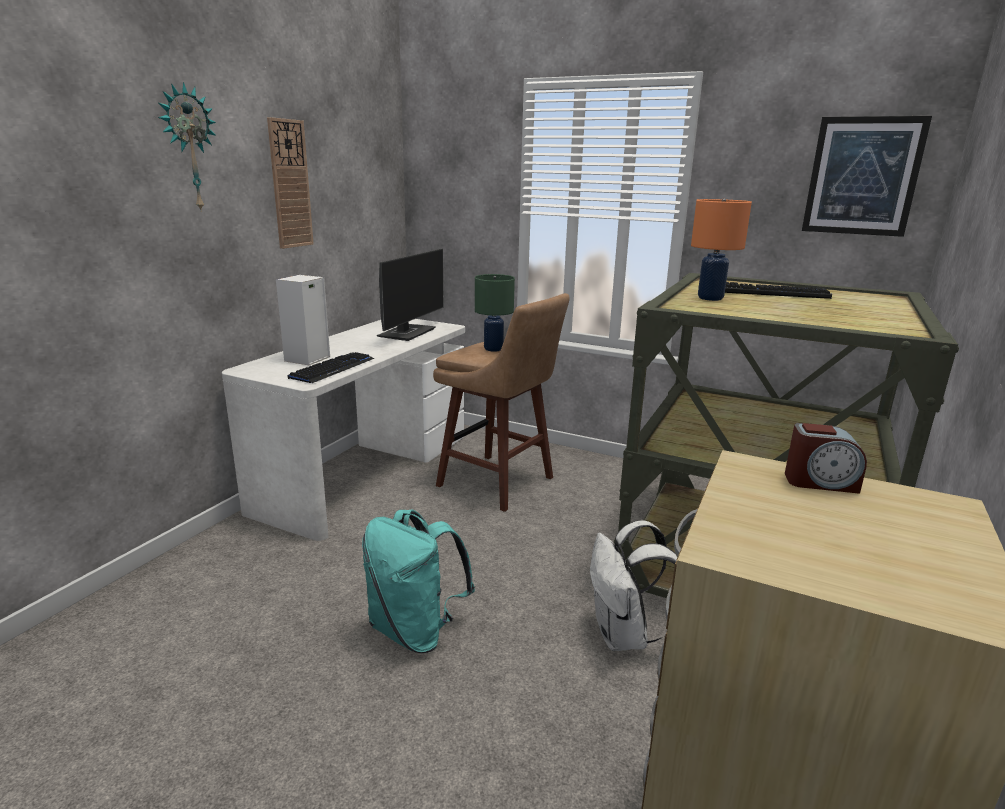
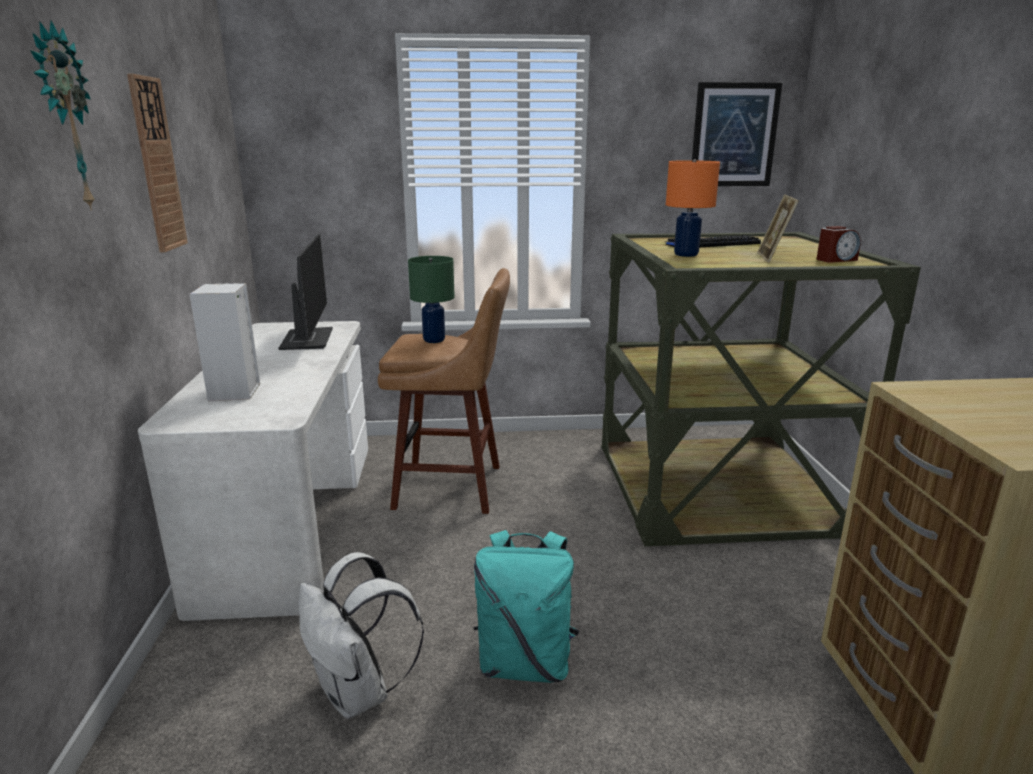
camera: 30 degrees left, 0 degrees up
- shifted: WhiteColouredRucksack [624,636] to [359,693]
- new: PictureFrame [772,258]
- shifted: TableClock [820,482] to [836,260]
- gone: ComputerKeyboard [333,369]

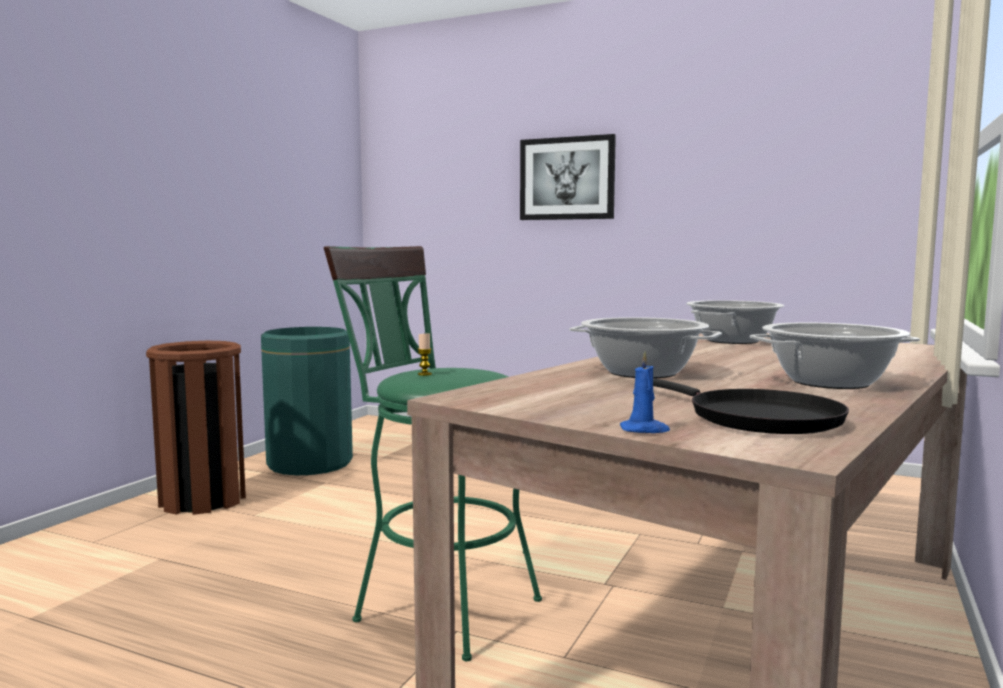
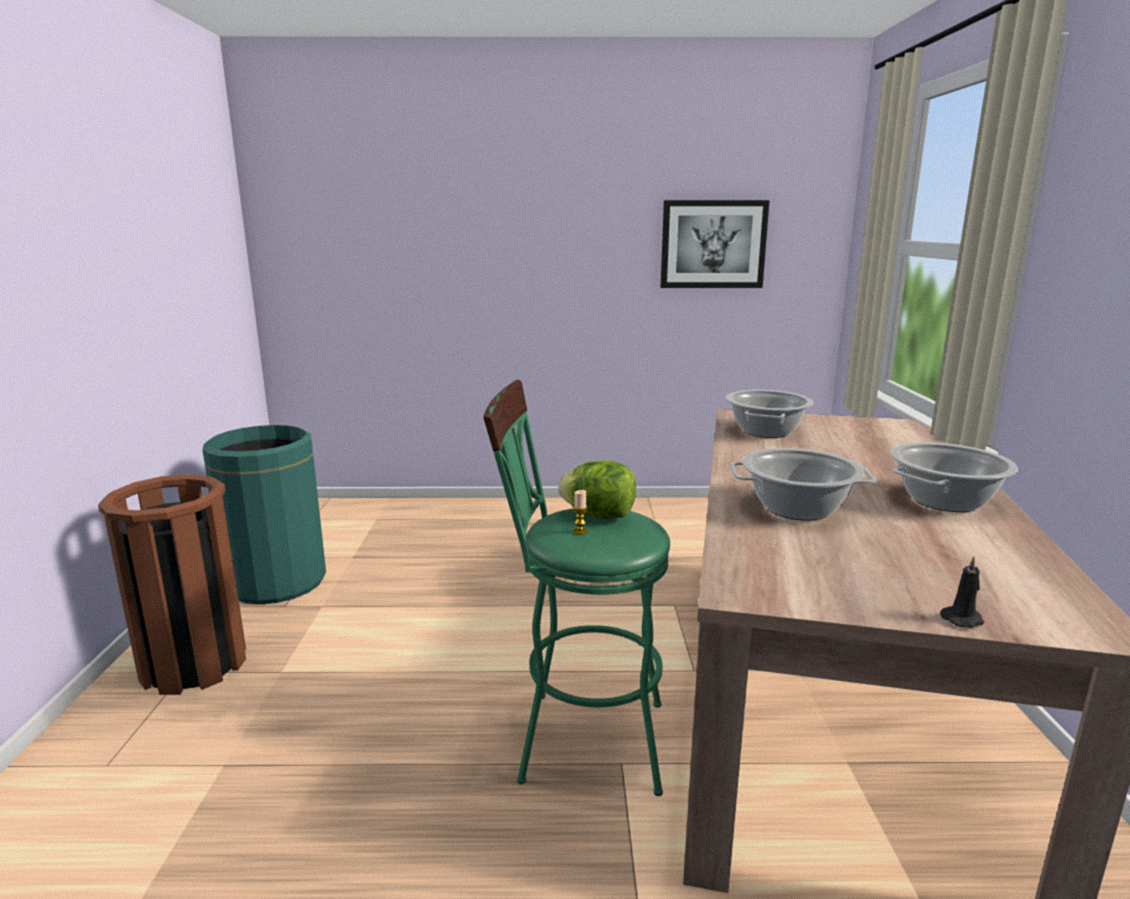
camera: 25 degrees left, 10 degrees up
- new: HeadOfLettuce [599,516]
- shifted: WallPicture [567,178] to [713,244]
- repainted: BlueColouredWaxCandle [645,430] to BlackishWaxCandle [963,619]
- gone: BlackishSkillet [755,418]

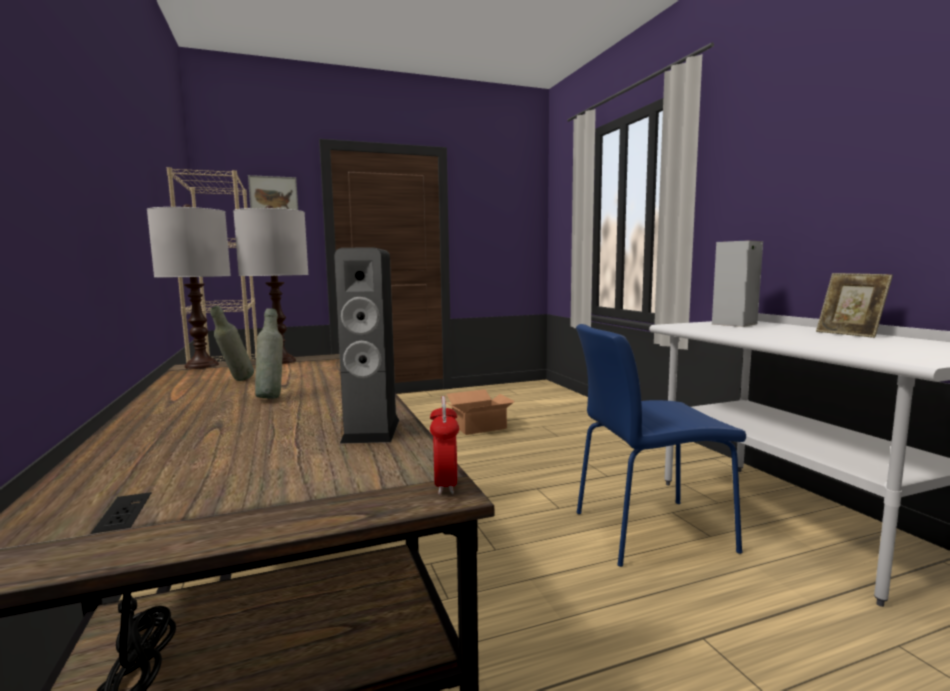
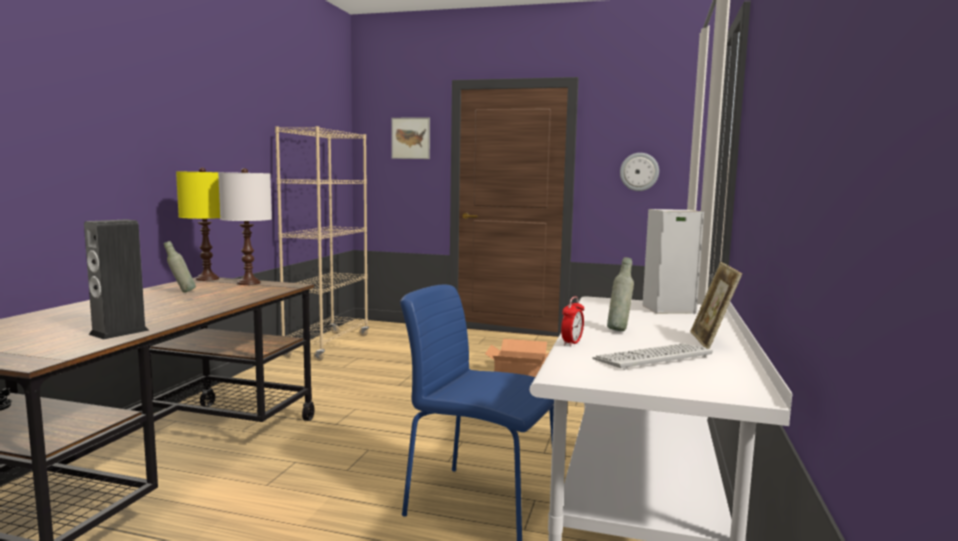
camera: 35 degrees right, 0 degrees up
- repainted: WhiteColouredTableLamp [202,365] to YellowishTableLamp [208,279]
- shifted: TableClock [445,485] to [572,343]
- new: ComputerKeyboard [653,357]
- shifted: GreyBeverageBottle [271,397] to [619,330]
- new: WallClock [639,172]

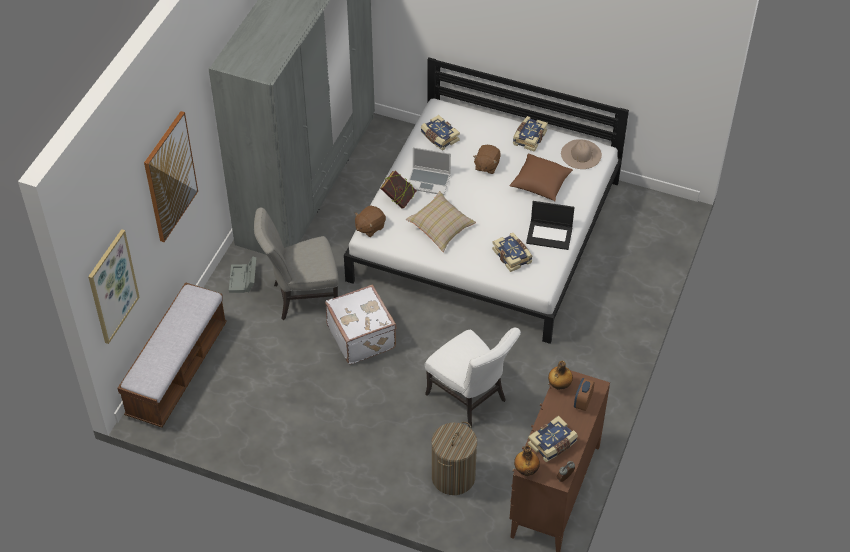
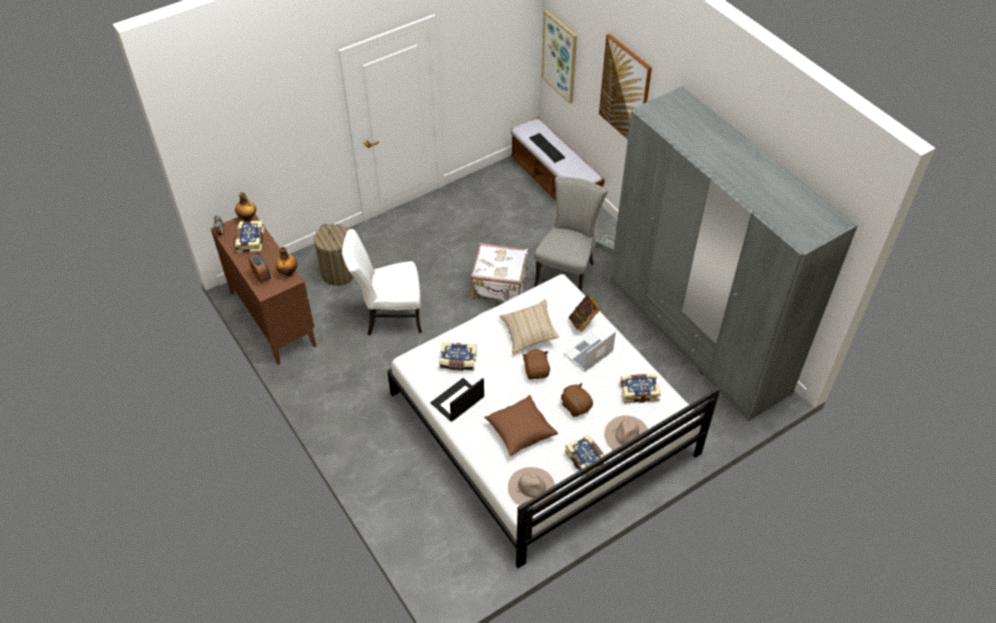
camera: 125 degrees right, 0 degrees up
- shifted: BrownishSoftToy [370,227] to [536,371]
- new: ComputerKeyboard [547,147]
- new: BeigeColouredWearableHat [627,435]

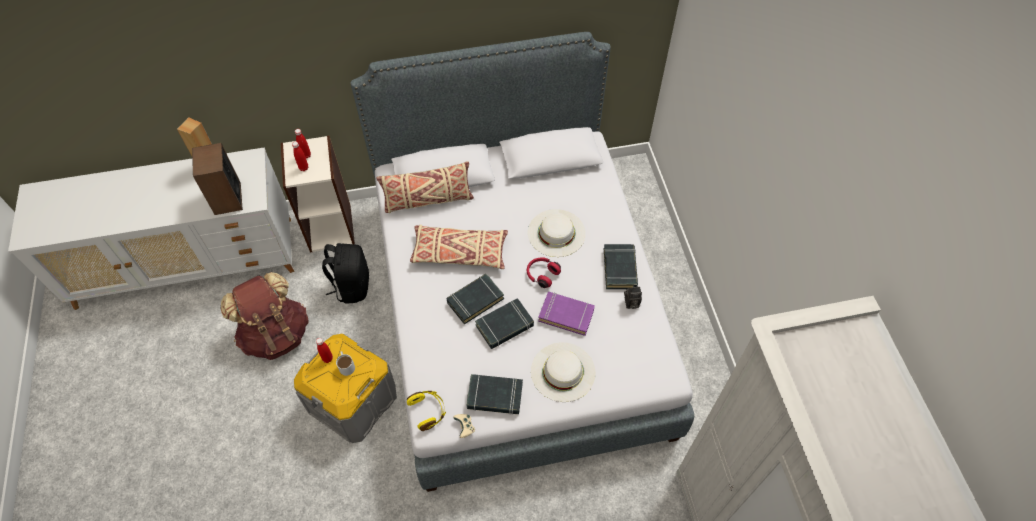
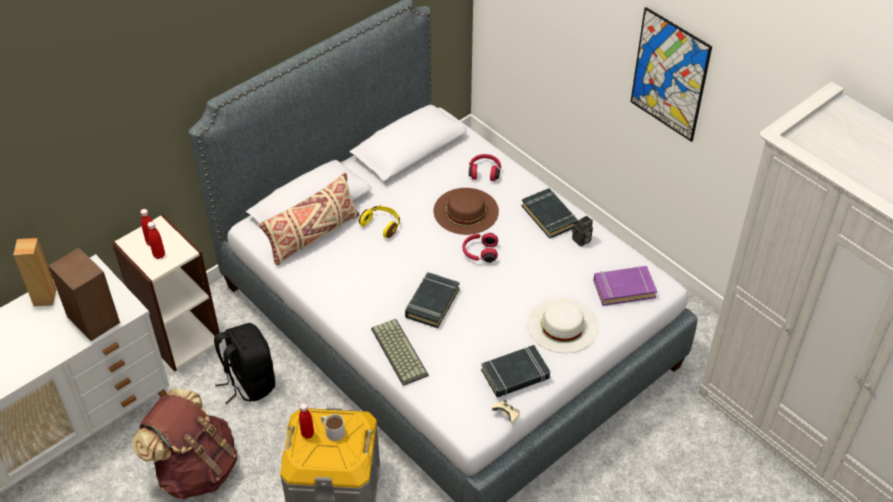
camera: 30 degrees left, 10 degrees down
- shifted: YellowishHeadset [428,411] to [382,225]
- new: ComputerKeyboard [397,352]
- repainted: WhiteColouredWearableHat [556,232] to BrownishWearableHat [466,211]
- new: RedColouredHeadset [484,172]
- shifted: PurpleColouredVolume [566,315] to [624,288]
- new: WallPicture [669,75]
- gone: BeigeColouredCushion [459,253]
- gone: BlackishVolume [505,326]

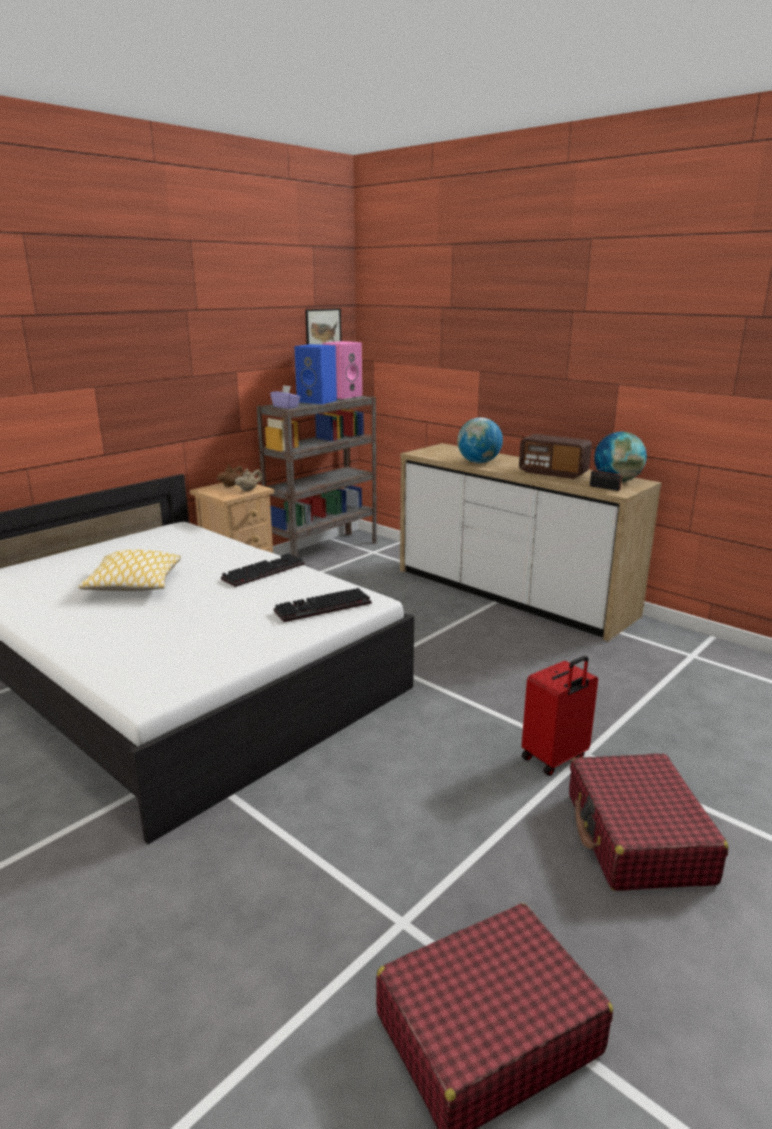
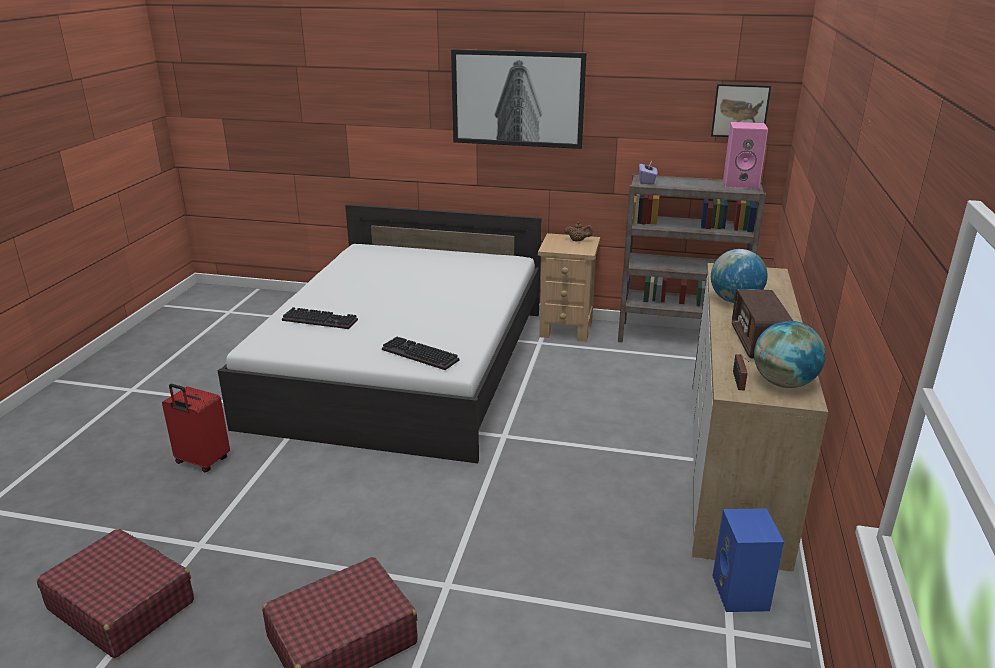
camera: 60 degrees right, 5 degrees up
- shifted: RedColouredSuitcase [555,758] to [201,462]
- shifted: ComputerKeyboard [264,571] to [321,320]
- new: WallPicture [517,99]
- shifted: BlueColouredSpeaker [318,401] to [742,594]
- gone: Cushion [134,584]
- gone: BeigeColouredPotForTea [249,490]

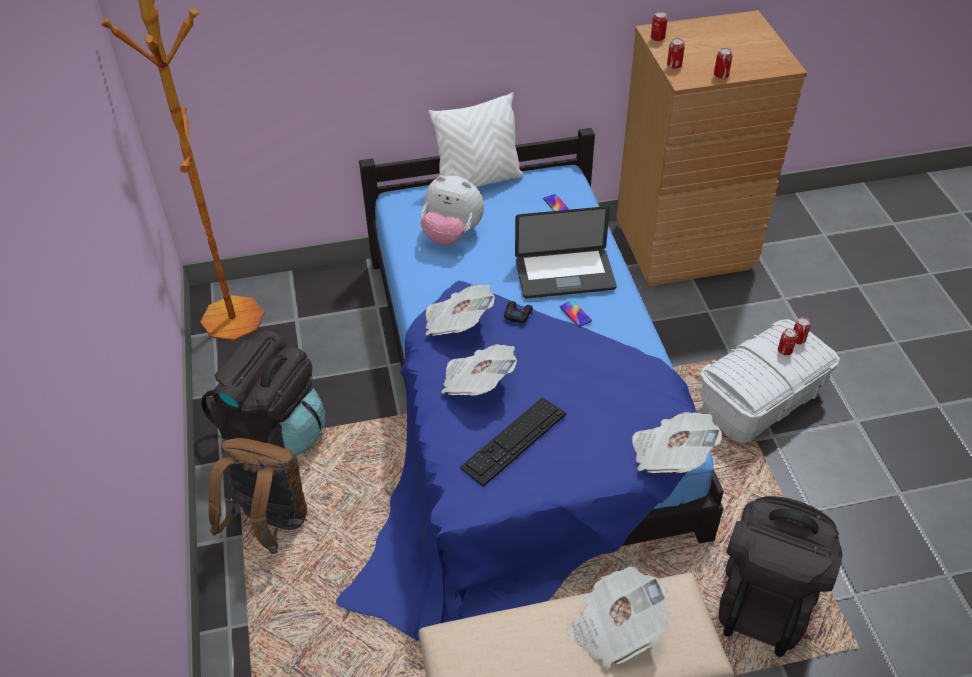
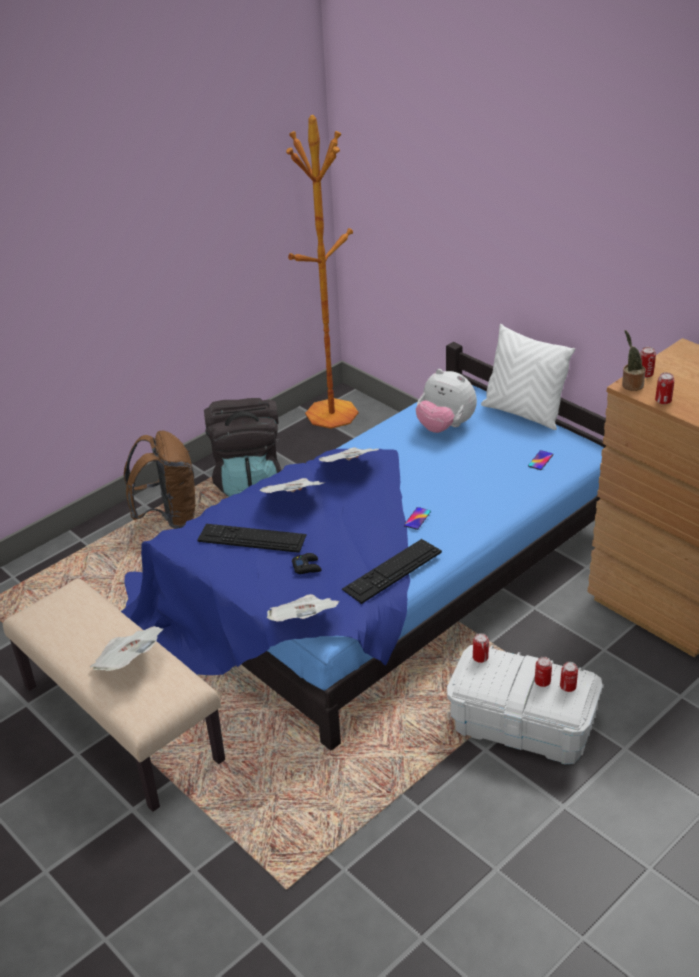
camera: 60 degrees right, 10 degrees down
- shifted: BlackishJoypad [517,314] to [307,567]
- new: ComputerKeyboard [392,570]
- rotated: SoftToy [452,234] = [445,427] 45 degrees counterclockwise
- shifted: Can [657,38] to [480,658]
- new: PottedPlant [631,384]
- gone: Laptop [565,275]
- gone: BlackishRucksack [765,599]

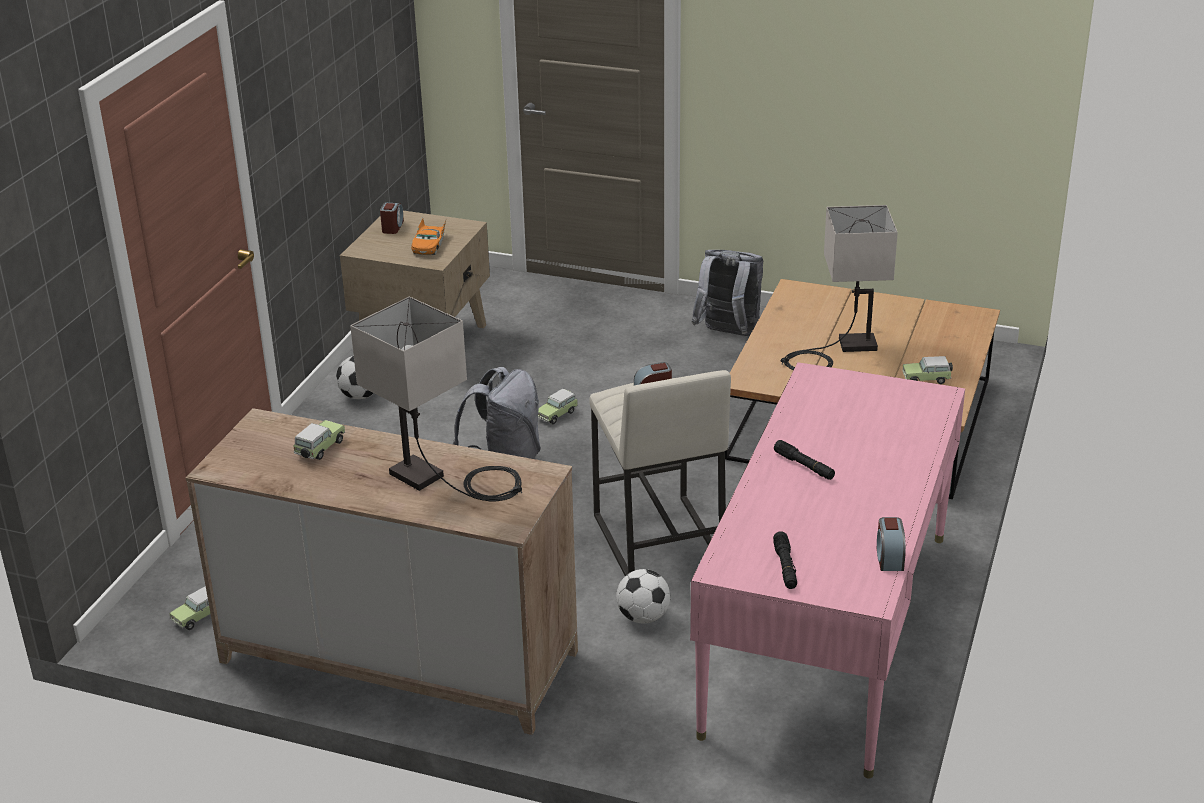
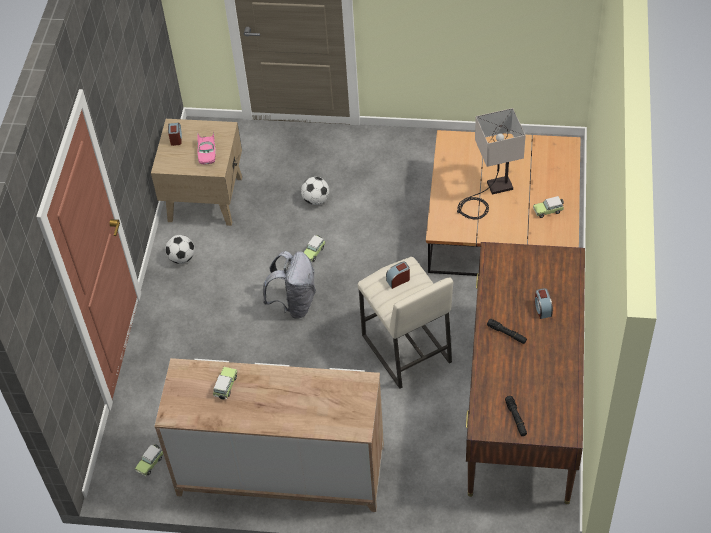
camera: 10 degrees left, 20 degrees up
- repainted: OrangeColouredModelCar [429,245] to PinkColouredModelCar [207,152]
- shifted: BallForFootball [643,617] to [316,200]
- repainted: PinkColouredDesk [829,631] to BrownishDesk [522,401]
- shifted: TableClock [889,558] to [542,309]
- gone: TableLamp [448,480]
- gone: GreyRucksack [728,335]

